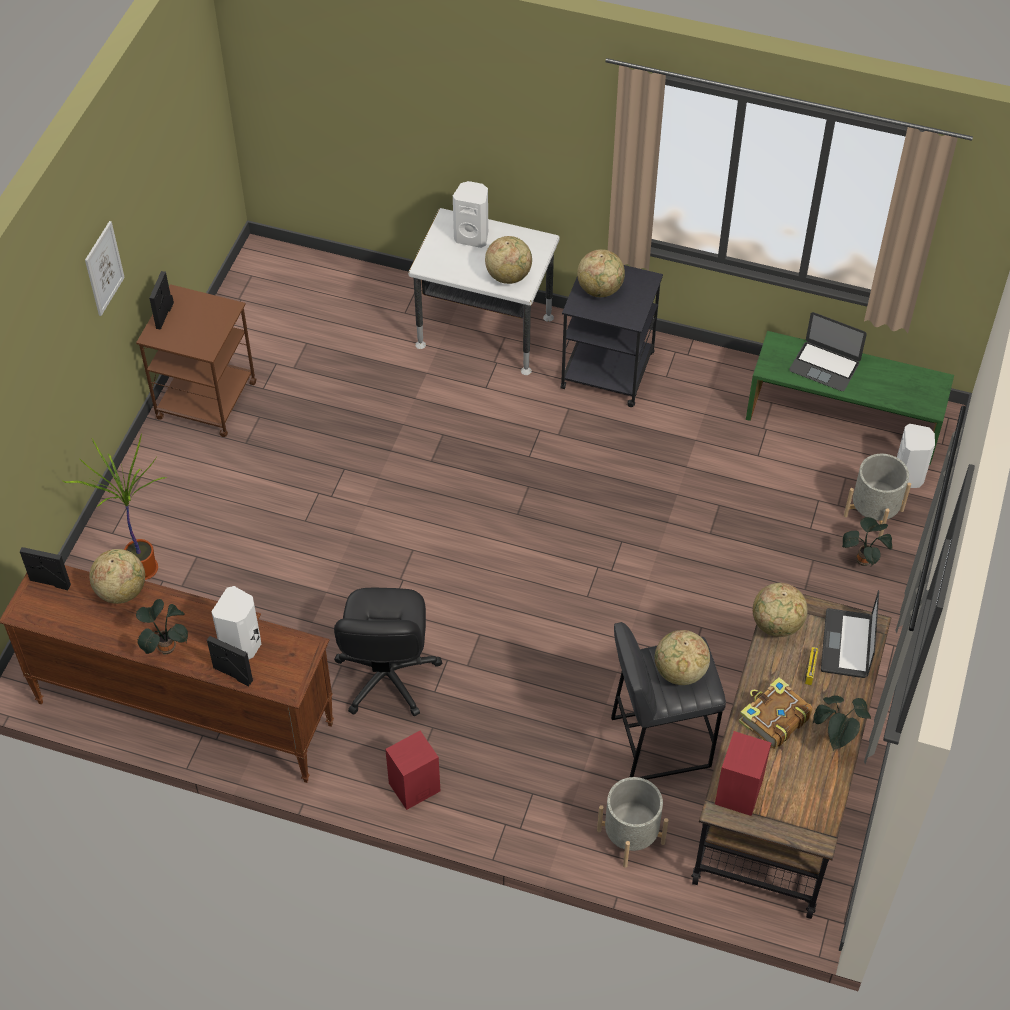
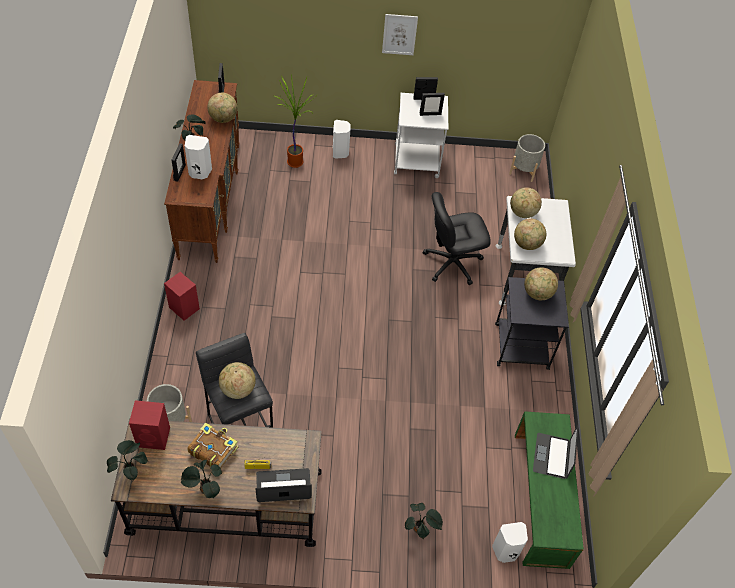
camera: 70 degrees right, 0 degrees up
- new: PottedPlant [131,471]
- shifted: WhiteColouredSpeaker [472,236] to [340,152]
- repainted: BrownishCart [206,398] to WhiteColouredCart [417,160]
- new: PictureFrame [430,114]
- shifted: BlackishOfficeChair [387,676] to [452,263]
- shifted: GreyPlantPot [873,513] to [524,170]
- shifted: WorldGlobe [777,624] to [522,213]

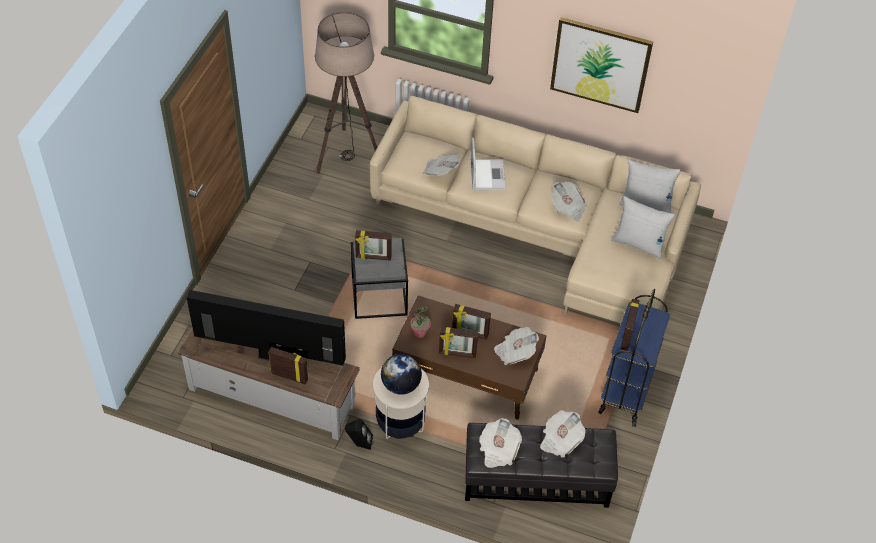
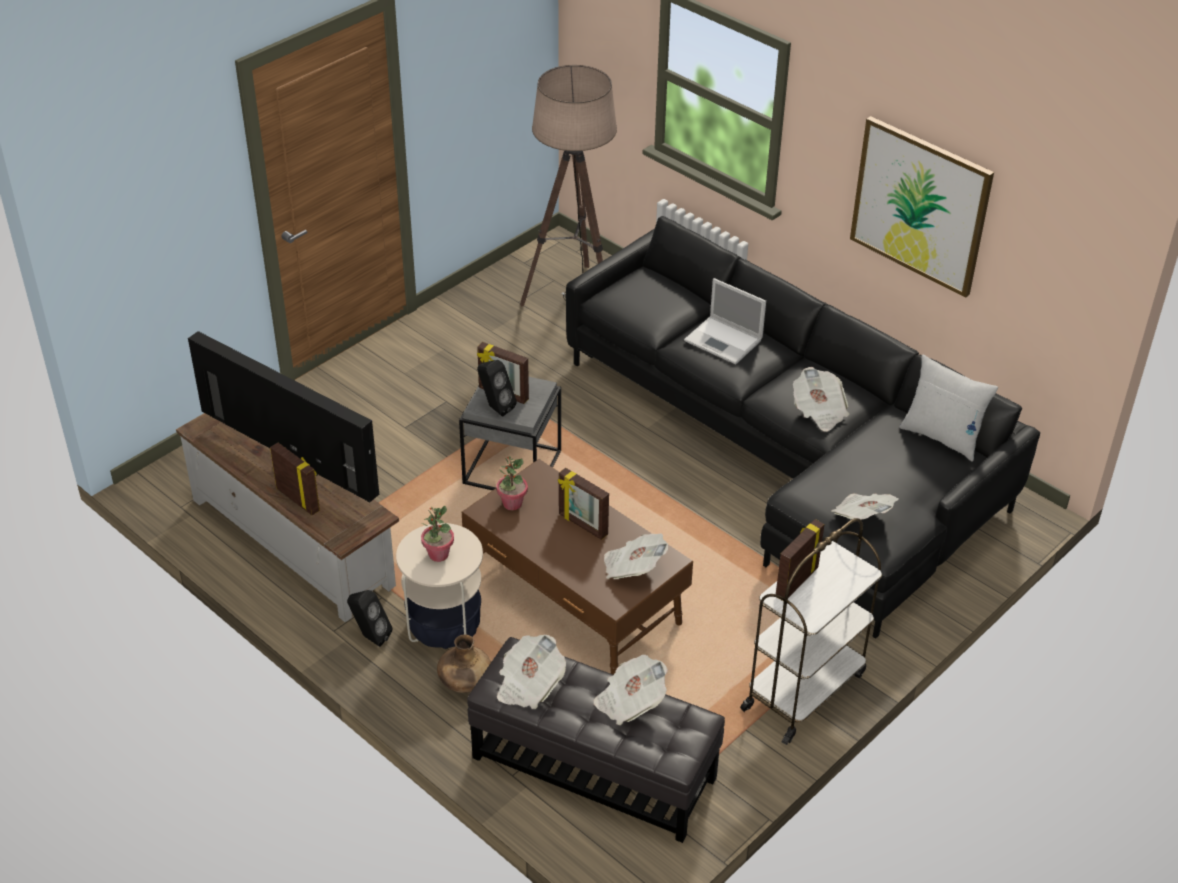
camera: 25 degrees right, 10 degrees down
- swapped: WorldGlobe [401,385] to PottedPlant [438,554]
- new: BrownishFlowerVase [464,683]
- new: BlackishSpeaker [495,408]
- repainted: BeigeColouredCouch [541,231] to BlackishCouch [790,454]
- rotated: Laptop [487,174] = [724,341] 105 degrees clockwise
- repainted: BlueColouredCart [627,388] to WhiteColouredCart [805,691]
- shifted: DailyPaper [440,171] to [862,517]
- gone: PictureFrame [457,353]
- gone: GreyCushion [638,244]

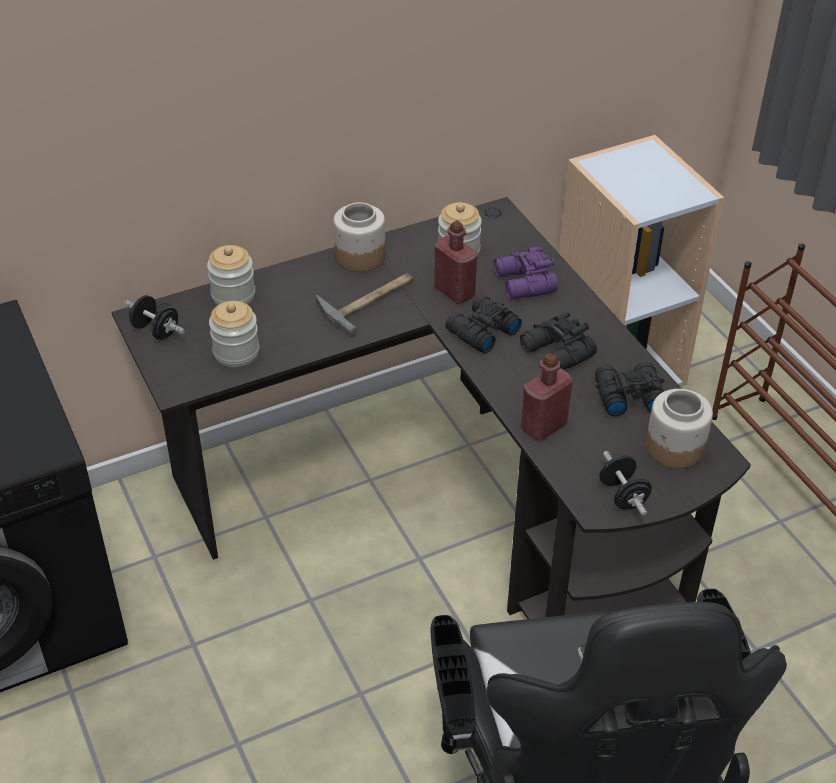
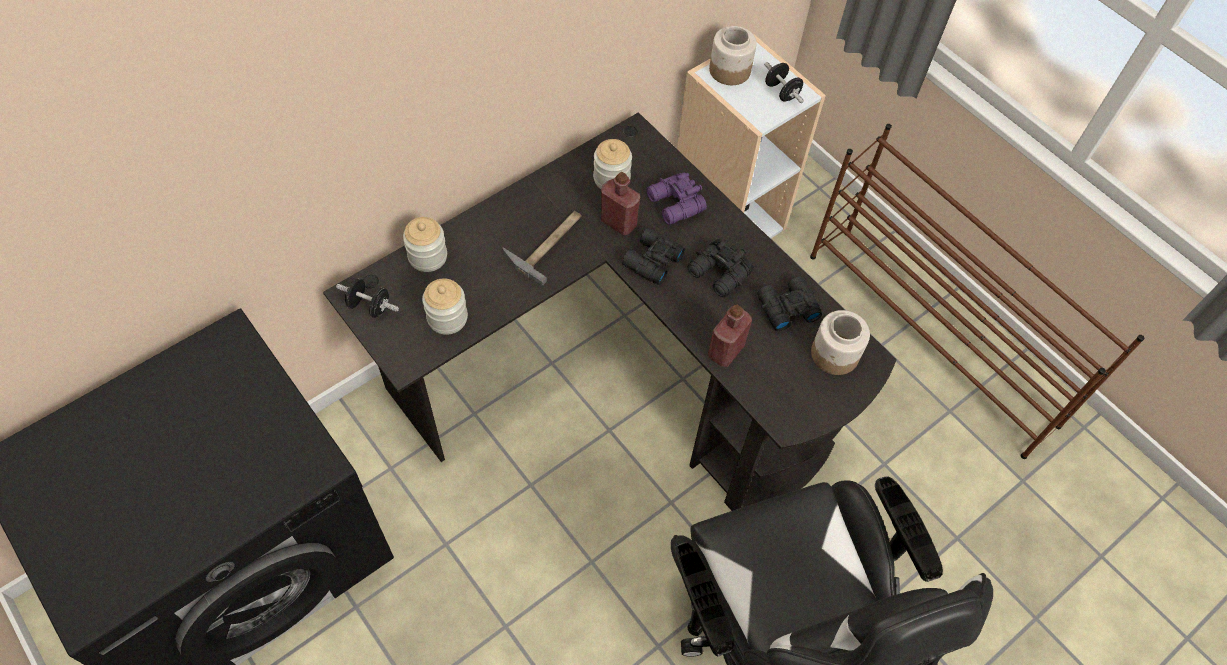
camera: 15 degrees left, 15 degrees up
- shifted: Jar [359,256] to [729,70]
- shifted: BlackishHandWeight [623,495] to [781,92]

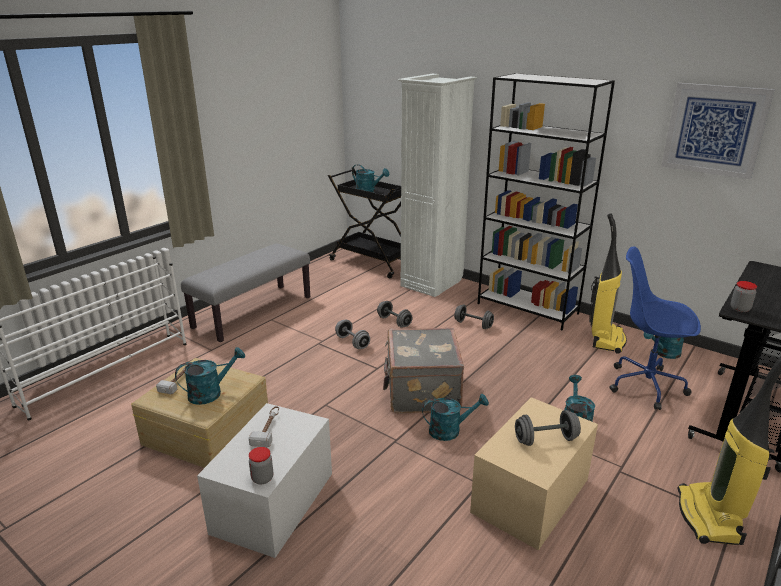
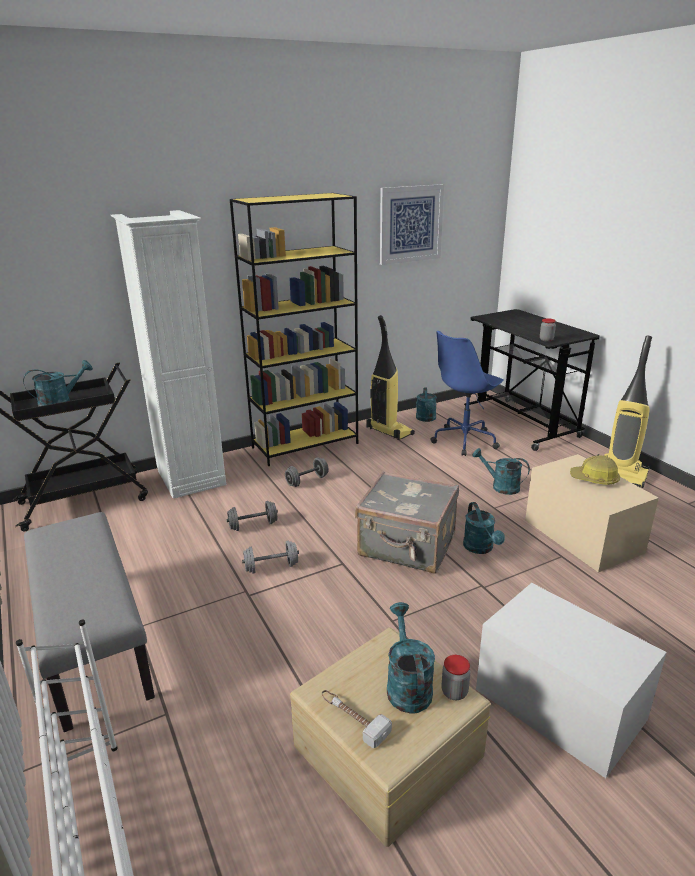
camera: 65 degrees left, 0 degrees up
- repainted: WhiteColouredBookshelf [528,308] to YellowishBookshelf [305,445]
- shifted: Jar [262,478] to [454,692]
- rotated: TurquoiseSprinklingCan [450,430] = [481,548] 150 degrees clockwise
- swapped: GreyHandWeight [545,439] to SafetyHelmet [594,479]
- gone: ToolHammer [268,429]

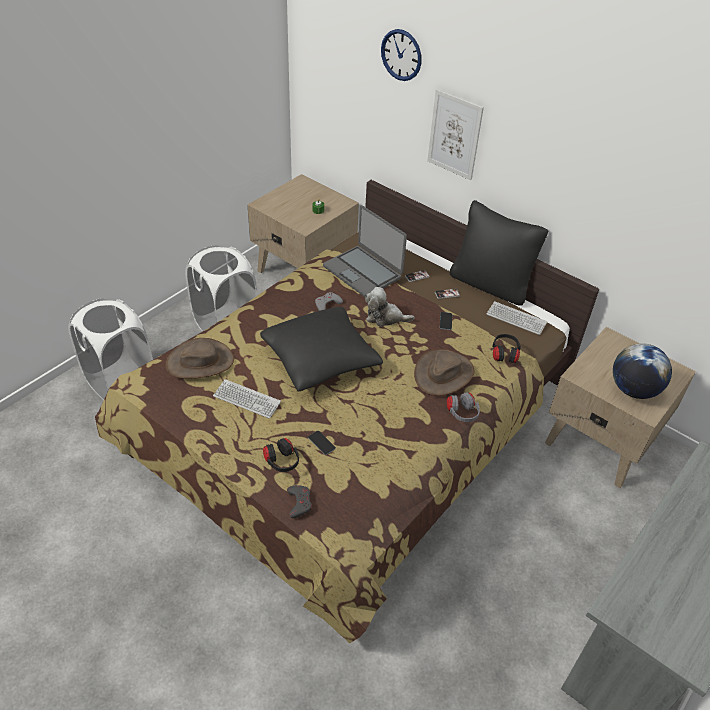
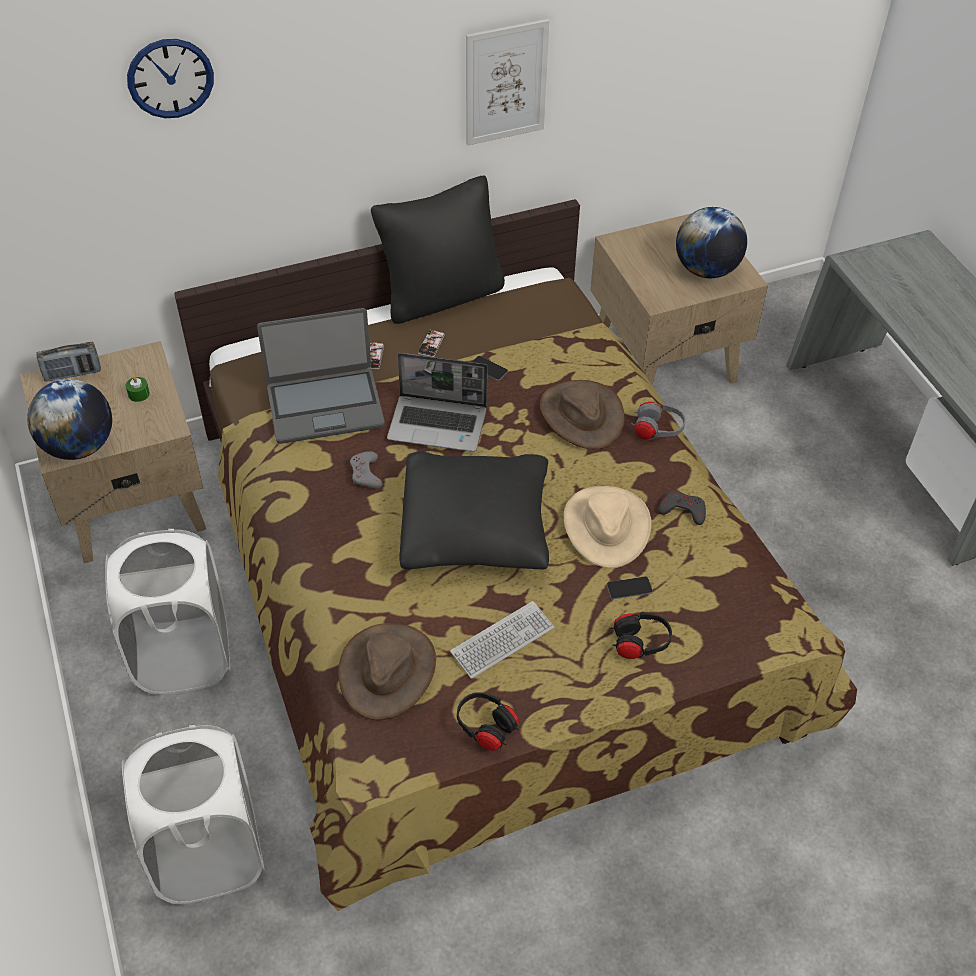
camera: 60 degrees left, 5 degrees up
- new: WorldGlobe [79,446]
- new: RadioReceiver [72,374]
- swapped: SoftToy [385,317] to Laptop [439,424]
- shifted: BlackishHeadset [504,355] to [486,728]
- shifted: WallPicture [454,135] to [505,82]
- new: BeigeColouredWearableHat [606,526]
- shifted: GreyJoypad [299,503] to [682,510]
- gone: ComputerKeyboard [516,319]

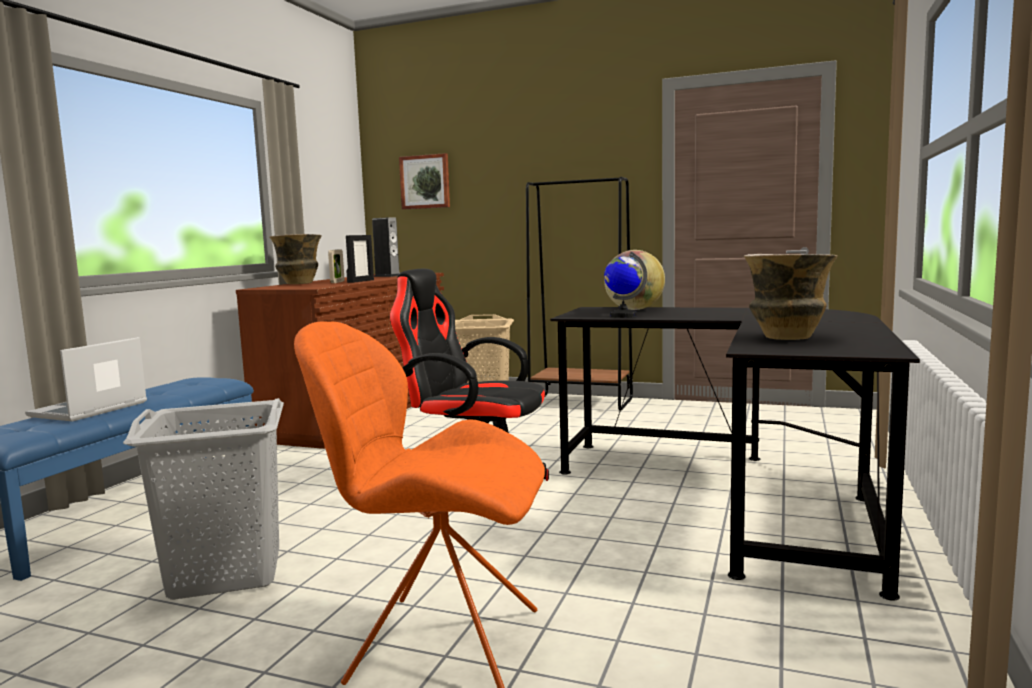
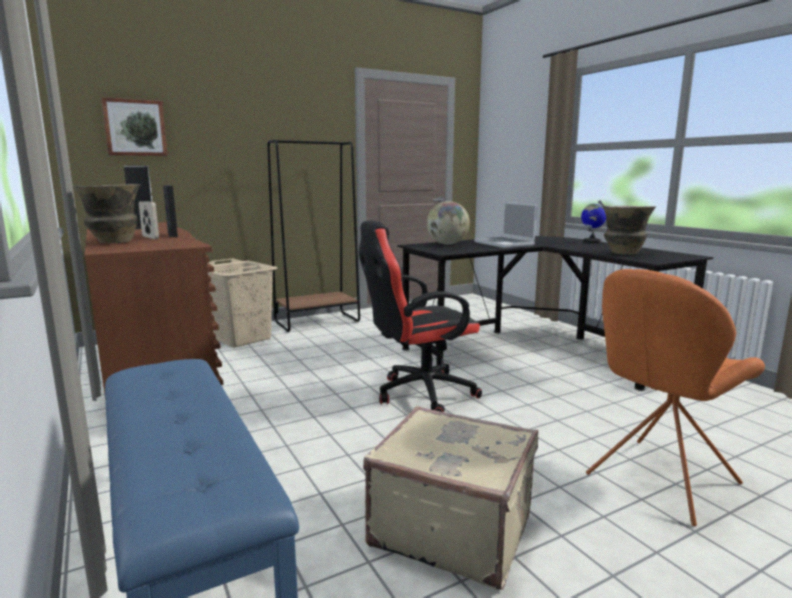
camera: 50 degrees left, 5 degrees up
- swapped: GreyLaundryBasket [225,573] to BeigeColouredSuitcase [452,528]
- shifted: Laptop [89,410] to [505,244]
- shifted: WorldGlobe [623,316] to [591,242]

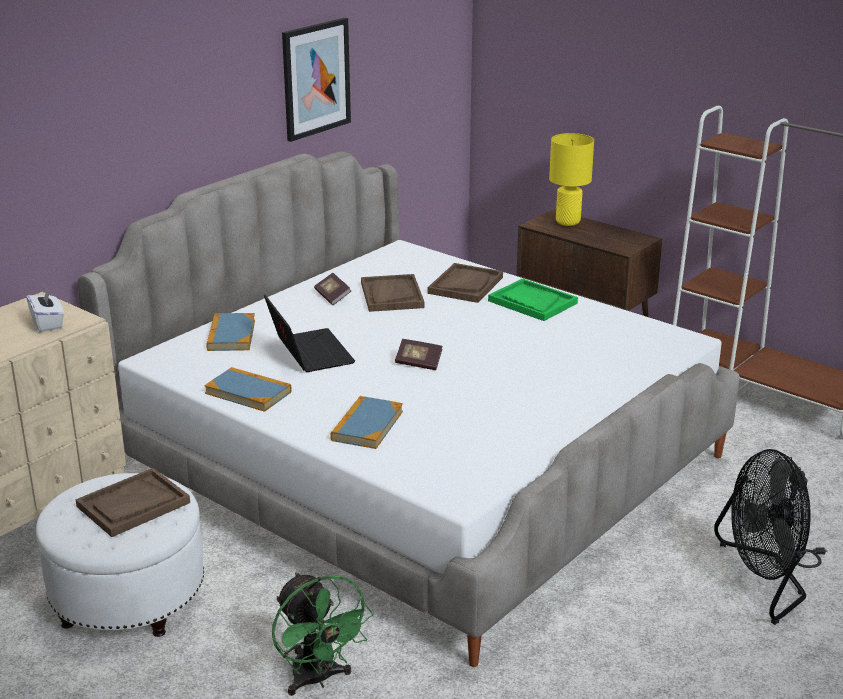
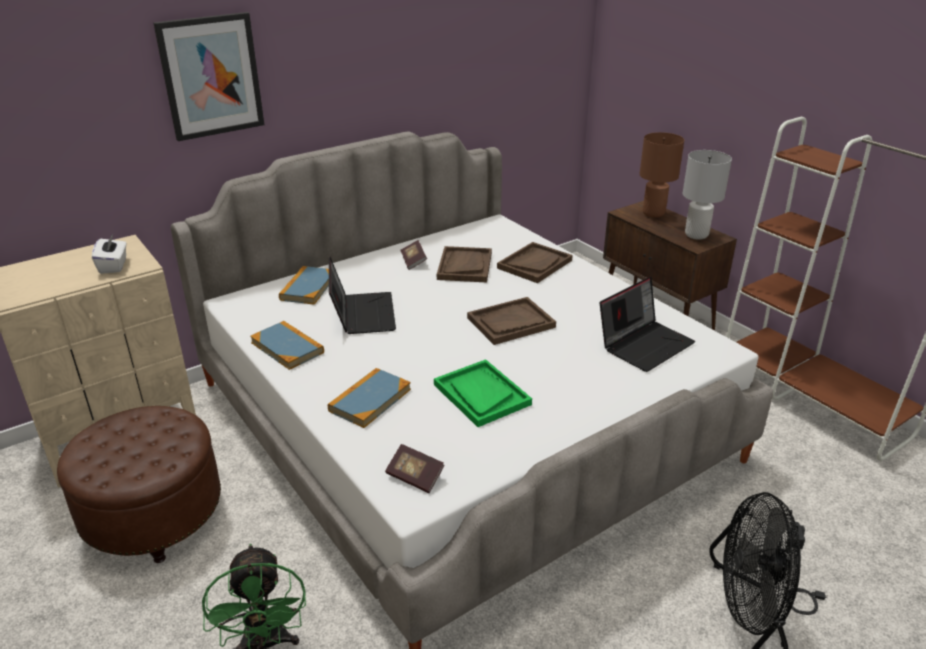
camera: 15 degrees right, 5 degrees up
- repainted: WhiteColouredFootrest [129,599] to BrownishFootrest [154,518]
- shifted: WallPicture [316,78] to [211,76]
- shifted: Volume [418,363] to [415,477]
- shifted: GreenCarryingTray [532,302] to [481,394]
- shifted: BrownishCarryingTray [133,505] to [511,323]
- new: Laptop [645,344]
- repainted: YellowishTableLamp [568,223] to BrownishTableLamp [653,215]
- new: GreyTableLamp [696,236]

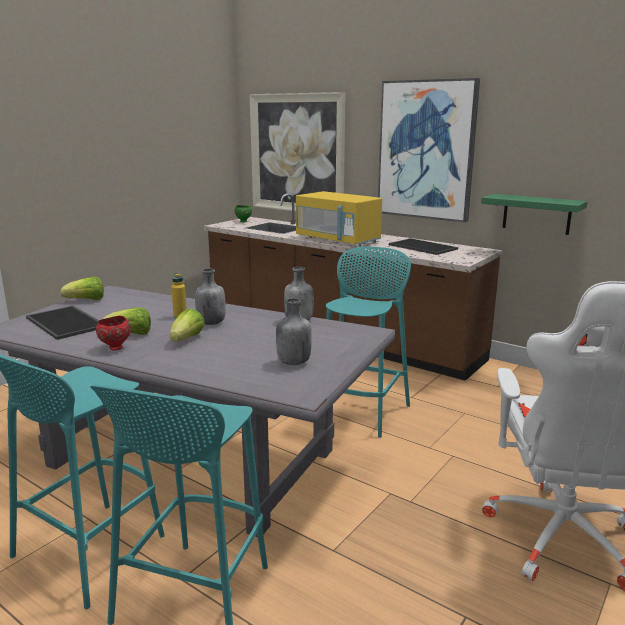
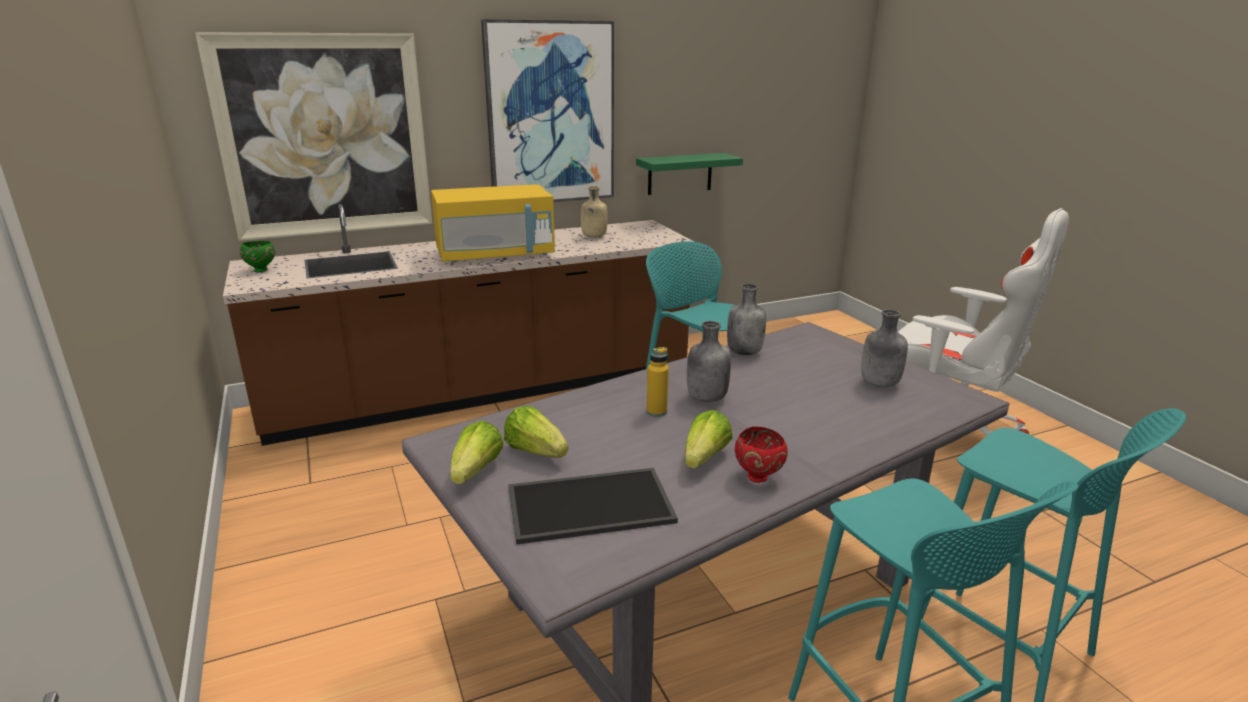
camera: 60 degrees left, 5 degrees up
- shifted: HeadOfLettuce [187,339] to [536,451]
- swapped: CarryingTray [421,247] to BeigeColouredBeverageBottle [593,237]

